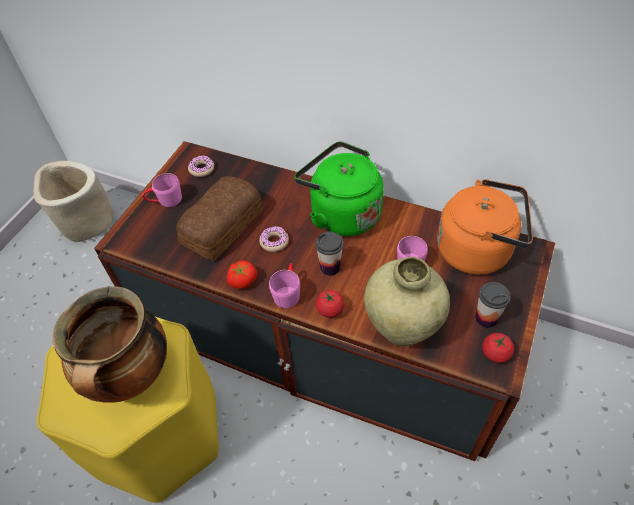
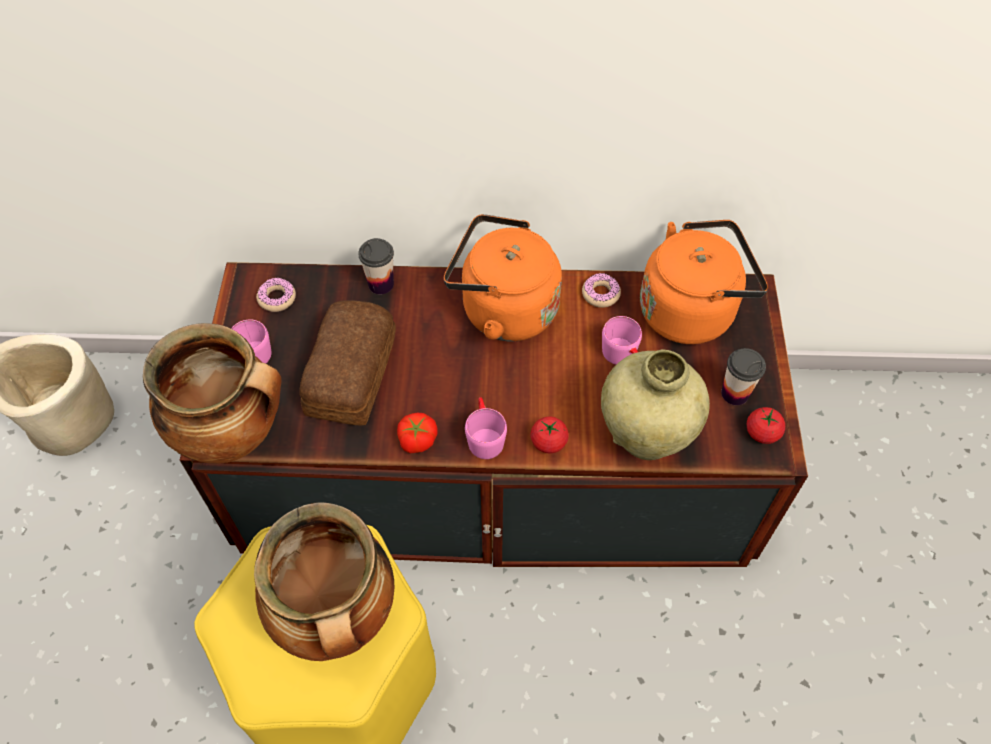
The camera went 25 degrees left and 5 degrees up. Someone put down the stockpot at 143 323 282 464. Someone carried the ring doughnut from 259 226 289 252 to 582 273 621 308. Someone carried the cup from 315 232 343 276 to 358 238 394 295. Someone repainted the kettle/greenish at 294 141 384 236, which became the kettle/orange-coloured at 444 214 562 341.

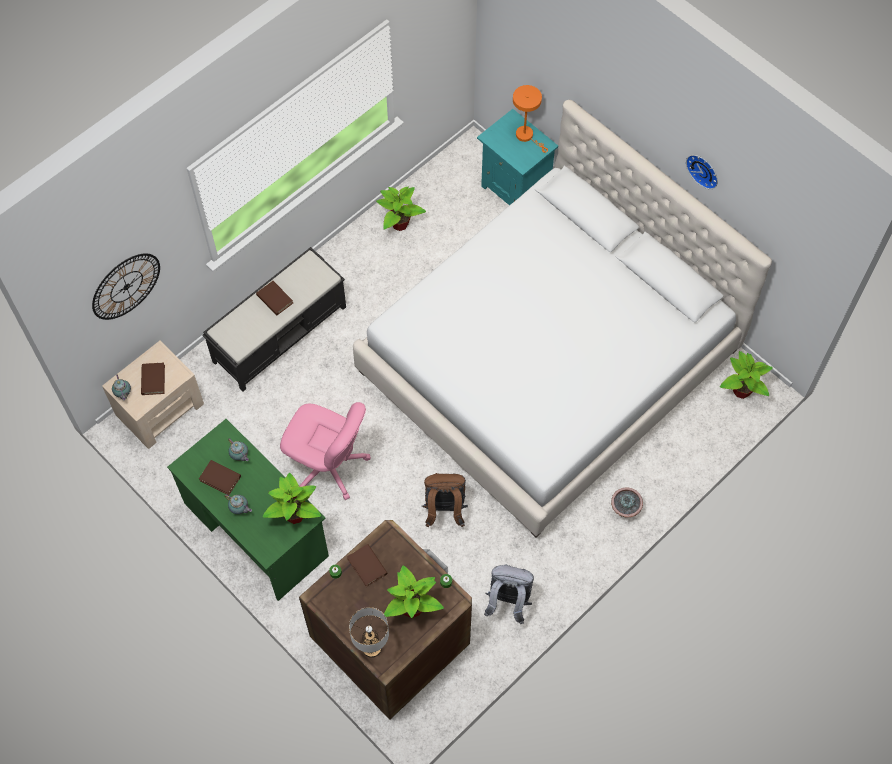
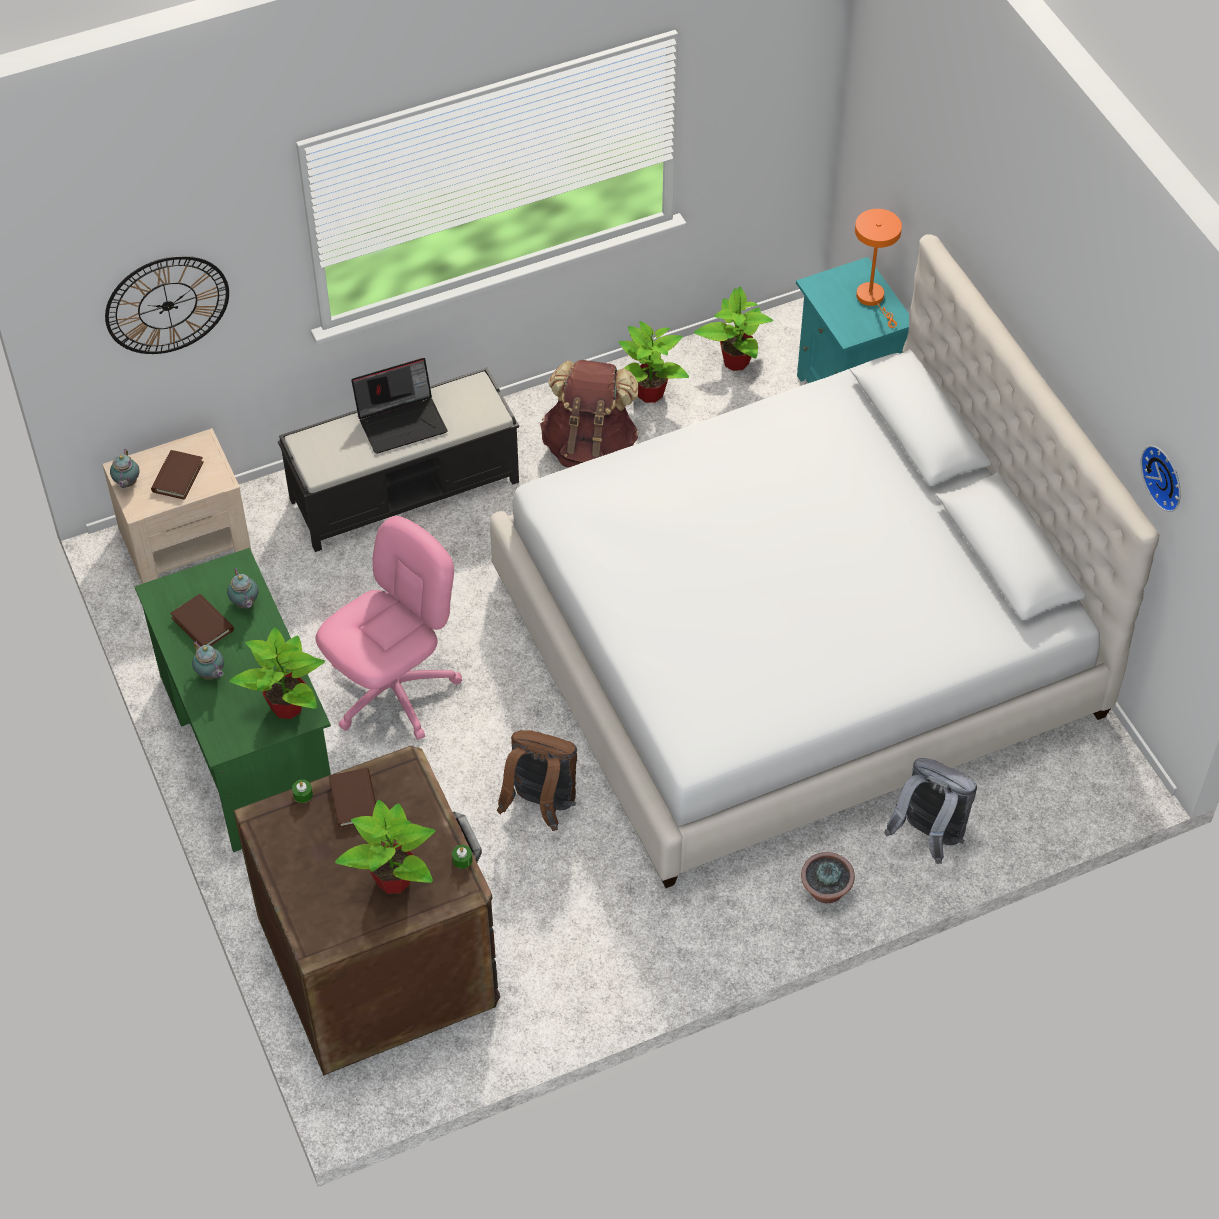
The camera went 20 degrees right and 10 degrees down. Someone took away the lamp for a table at 349 607 389 658. Someone put down the knapsack/brown at 540 360 639 468. Someone carried the knapsack/greyish from 484 564 534 625 to 884 758 977 864. Someone carried the wall clock from 686 155 718 189 to 1140 445 1181 512. Someone carried the potted plant from 720 351 773 399 to 694 286 773 371. Someone swapped the bound book/brown at 256 281 293 315 for the notebook computer at 351 358 447 454. Someone rotated the computer chair/pink-coloured at 280 402 371 500 by 90 degrees counterclockwise.

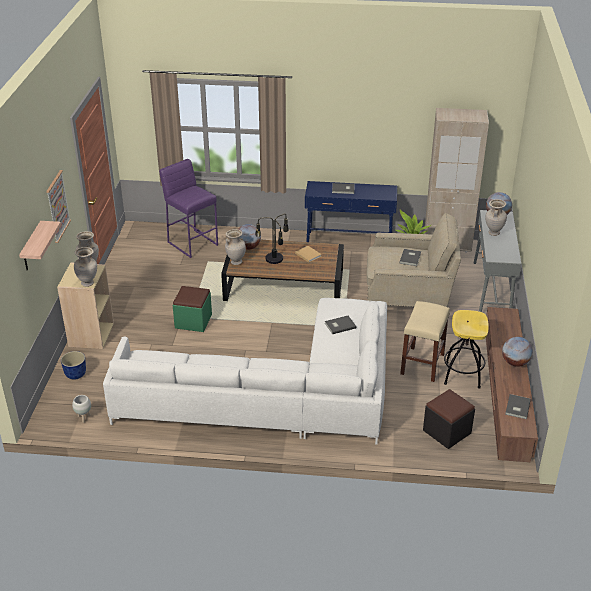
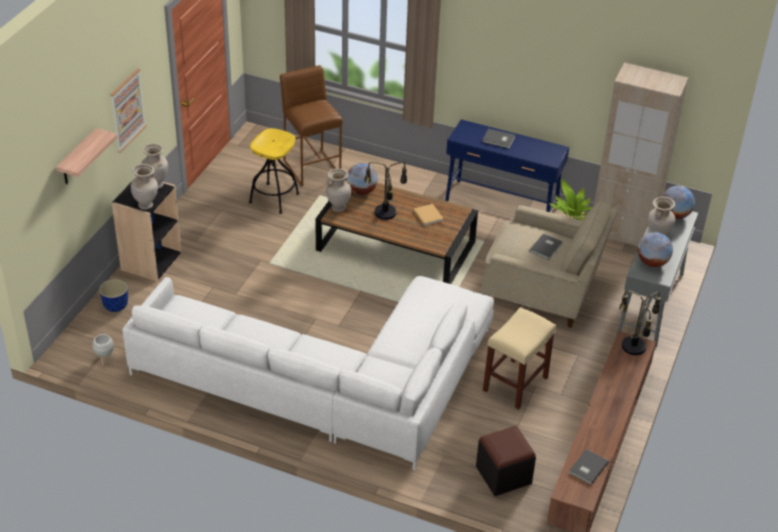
The camera went 15 degrees right and 5 degrees up. Someone took away the footrest/greenish at 173 286 212 332. Someone took away the bound book/greyish at 325 316 356 334. Someone put down the lamp for a table at 619 290 660 355. Someone carried the stool/yellow-coloured from 444 310 489 389 to 249 128 299 214. Someone carried the globe from 502 337 533 367 to 637 232 673 267. Someone repainted the bookshelf/beige-coloured at 57 263 114 349, which became the bookshelf/black at 112 176 182 281. Someone repainted the stool/purple at 159 159 218 258, which became the stool/brown at 280 65 343 186.

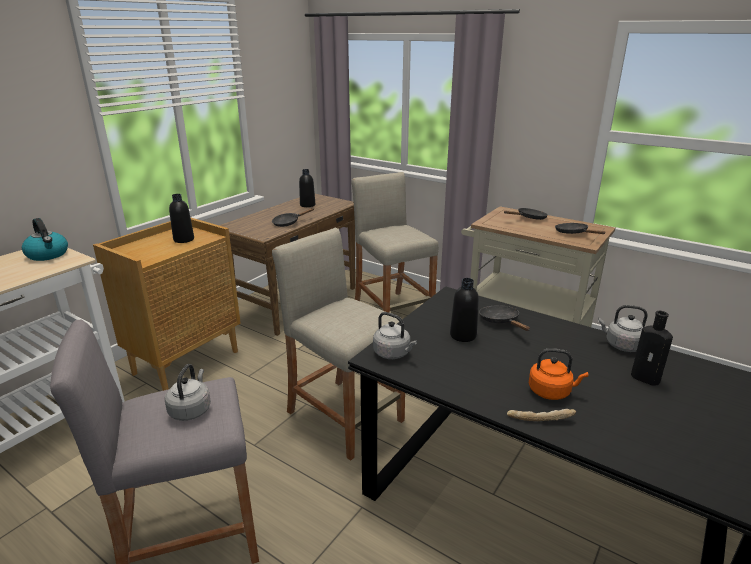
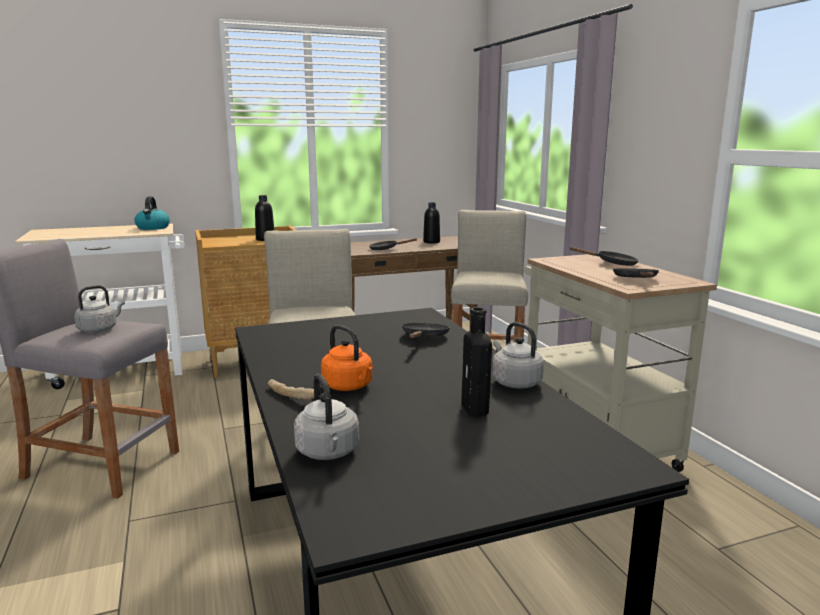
The camera went 35 degrees right and 10 degrees down. Someone took away the bottle/black at 450 278 479 342. Someone carried the kettle/greyish from 373 312 417 359 to 294 374 359 460.

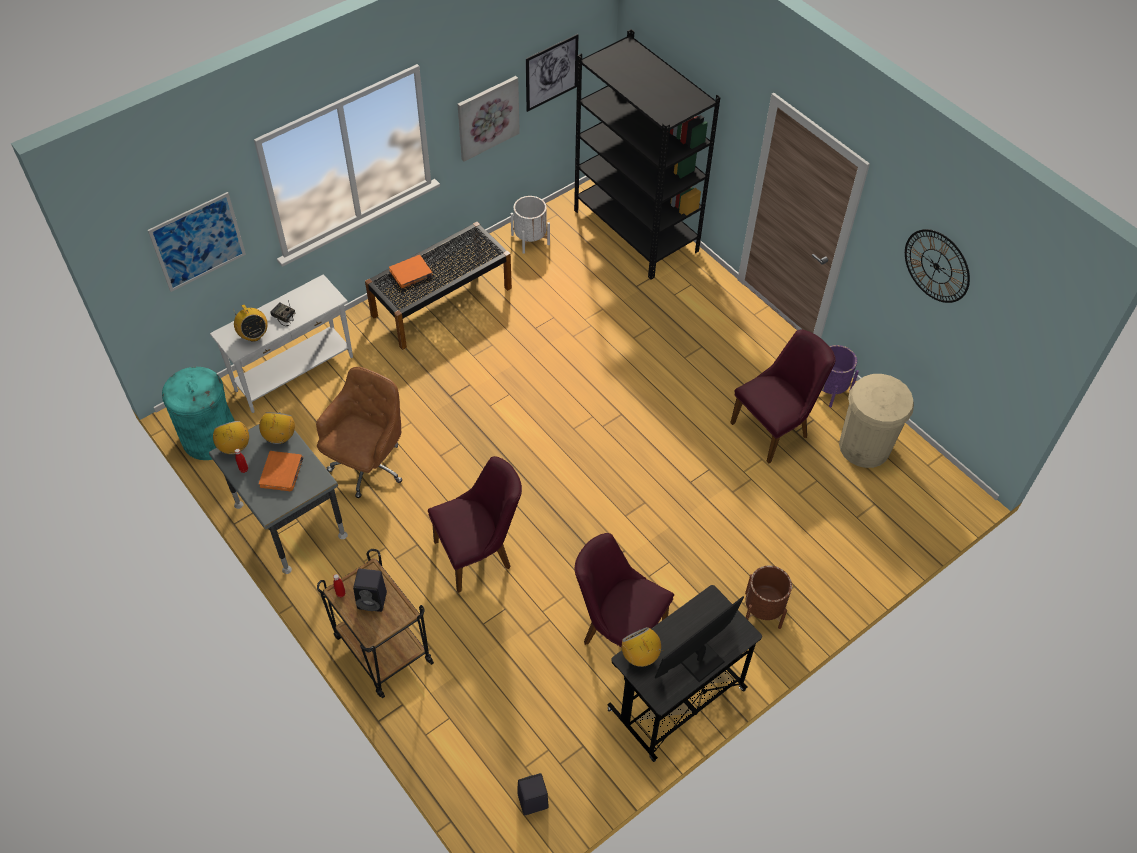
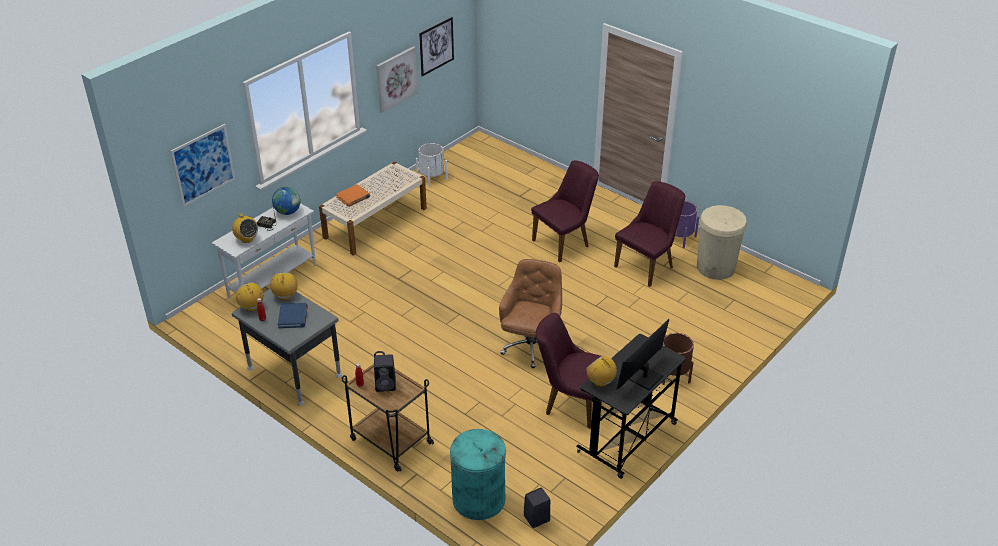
The camera went 10 degrees left and 15 degrees down. Someone took away the bookshelf/black at 574 29 720 280. Someone took away the wall clock at 905 229 970 303. Someone put down the globe at 272 187 301 215. Someone carried the waste bin/turquoise-coloured from 162 367 235 460 to 450 429 506 520. Someone carried the computer chair/brown from 316 367 402 498 to 499 259 562 368. Someone carried the upright chair/purple from 428 456 522 593 to 531 160 599 262. Someone repainted the bound book/orange-coloured at 259 451 303 491, which became the bound book/blue-coloured at 278 303 308 328. Someone repainted the long seat/black at 365 222 512 350, which became the long seat/beige-coloured at 319 162 427 256.

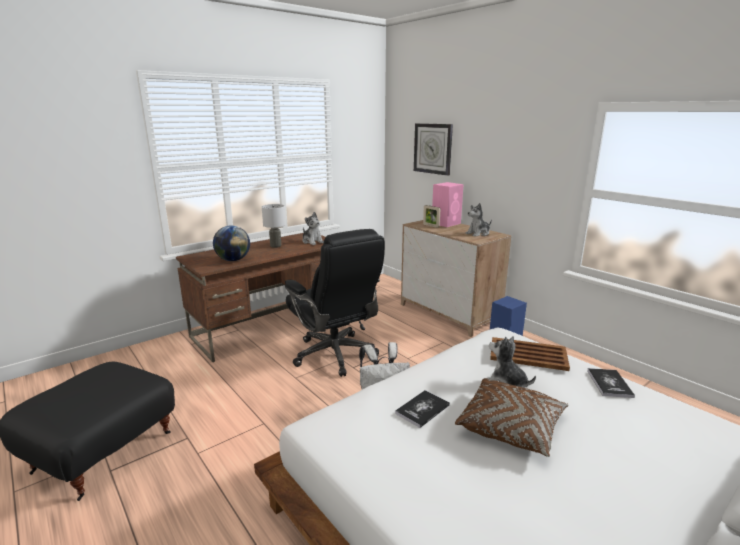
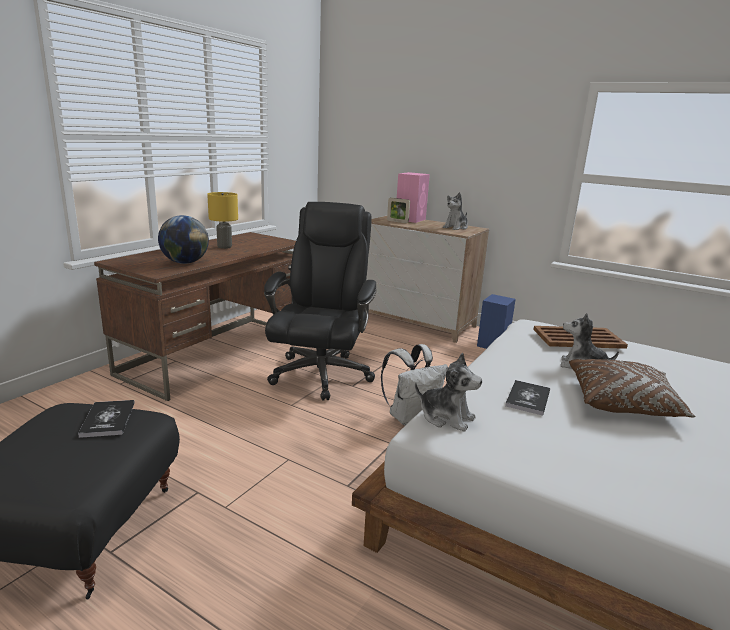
The camera went 20 degrees left and 0 degrees up. Someone took away the wall clock at 414 123 453 176. Someone carried the soft toy from 302 212 324 245 to 415 353 482 432. Someone carried the bound book from 588 368 635 398 to 78 400 135 438. Someone repainted the lamp for a table/whitish at 262 204 286 248, which became the lamp for a table/yellow-coloured at 207 192 238 249. Someone rotated the computer chair/black at 285 229 385 377 by 120 degrees counterclockwise.

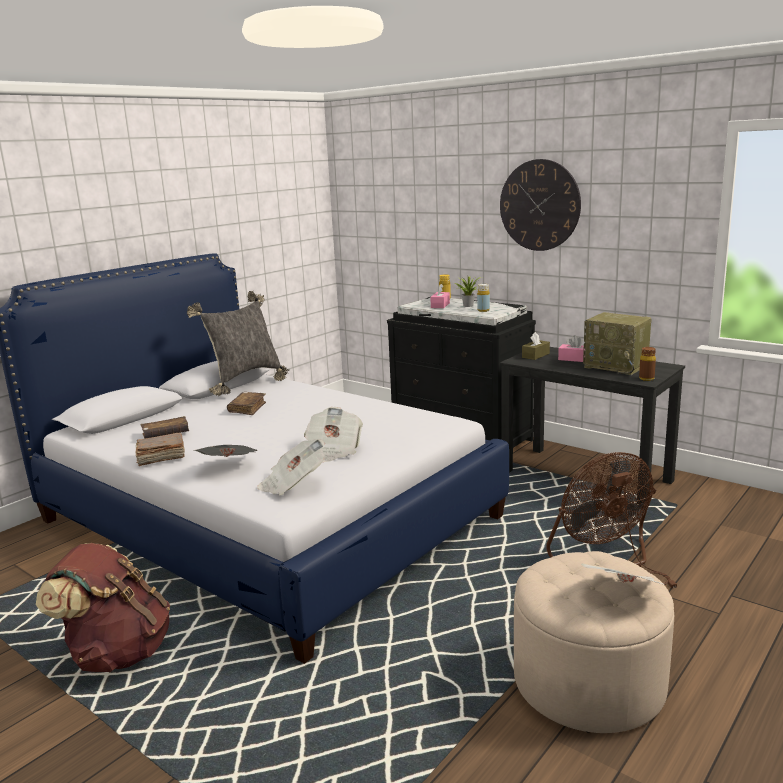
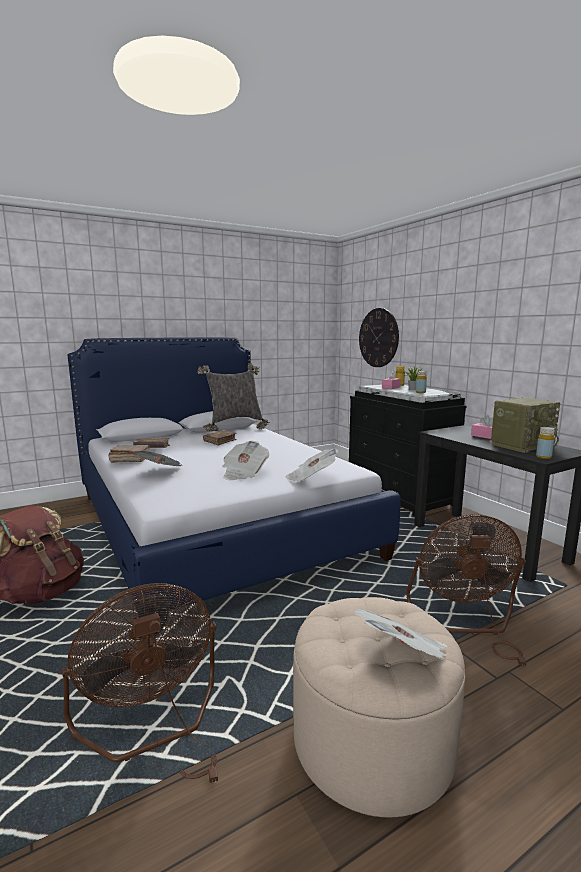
The camera went 20 degrees right and 5 degrees down. Someone took away the tissue holder/brown at 522 332 550 360. Someone put down the fan/brown at 62 583 218 784. Someone carried the printed paper from 258 439 325 495 to 286 449 339 483. Someone carried the wall clock from 500 159 581 251 to 359 308 399 367. Someone repainted the bottle/brown at 639 347 656 381, which became the bottle/yellow-coloured at 536 427 555 459. Someone rotated the radio at 583 312 652 375 by 90 degrees counterclockwise.

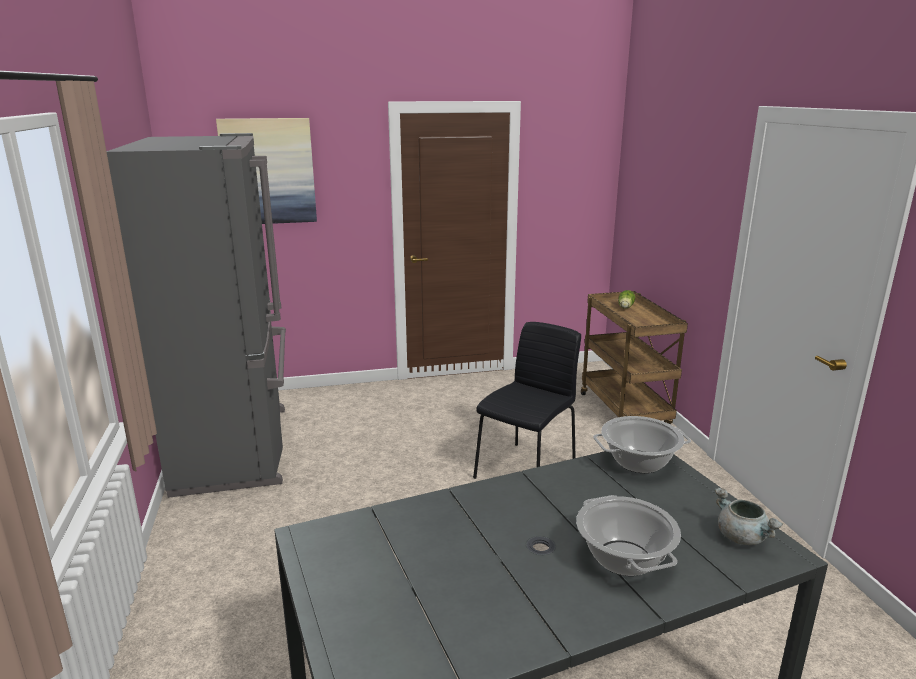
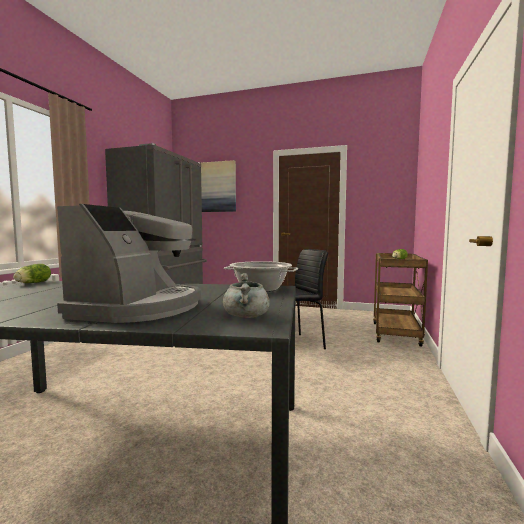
The camera went 30 degrees right and 15 degrees down. Someone put down the lettuce at 13 264 51 283. Someone swapped the stockpot at 576 495 681 576 for the coffee brewer at 57 204 201 323.

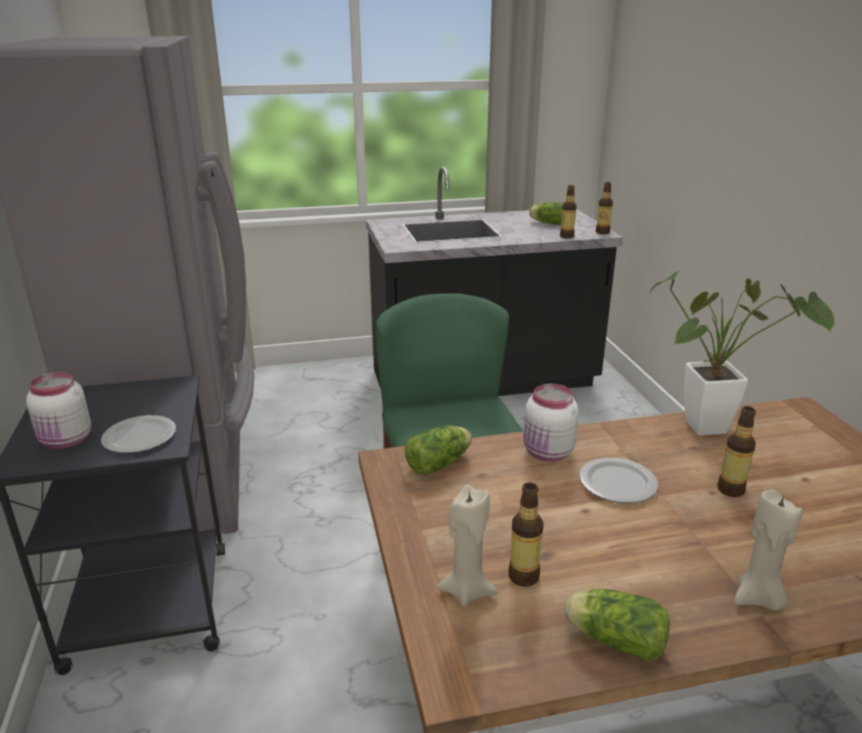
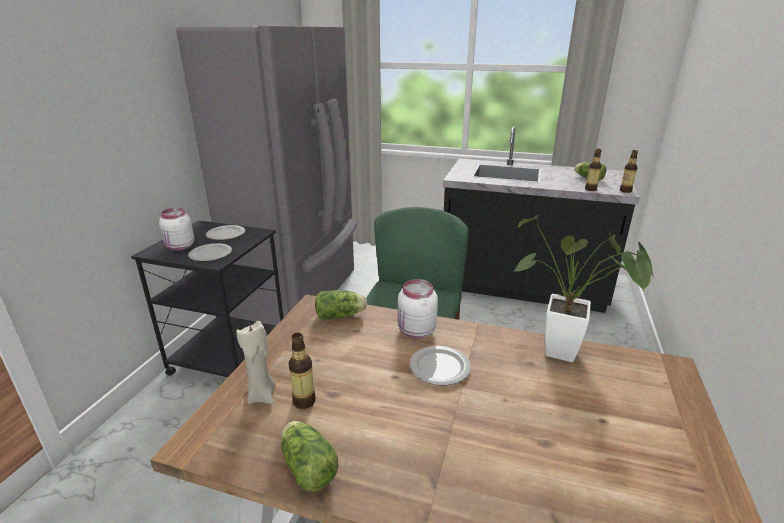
The camera went 30 degrees right and 0 degrees up. Someone took away the bottle at 717 406 756 497. Someone took away the candle/beige-coloured at 734 489 803 611. Someone put down the dinner plate at 206 225 245 240.

